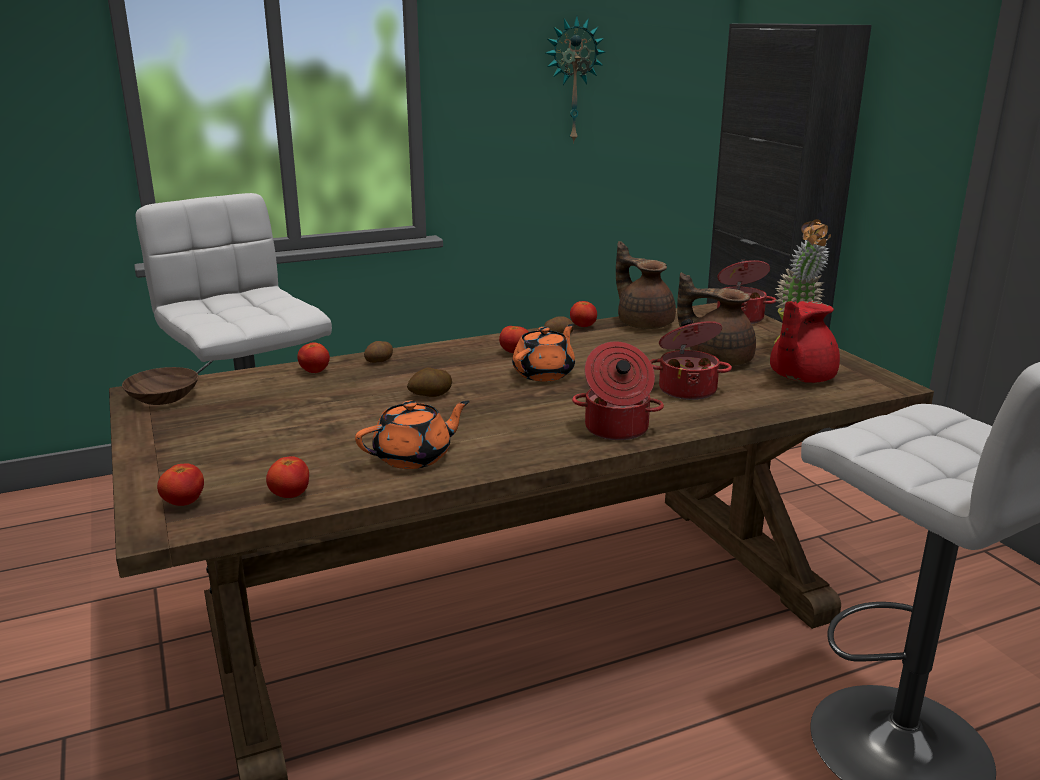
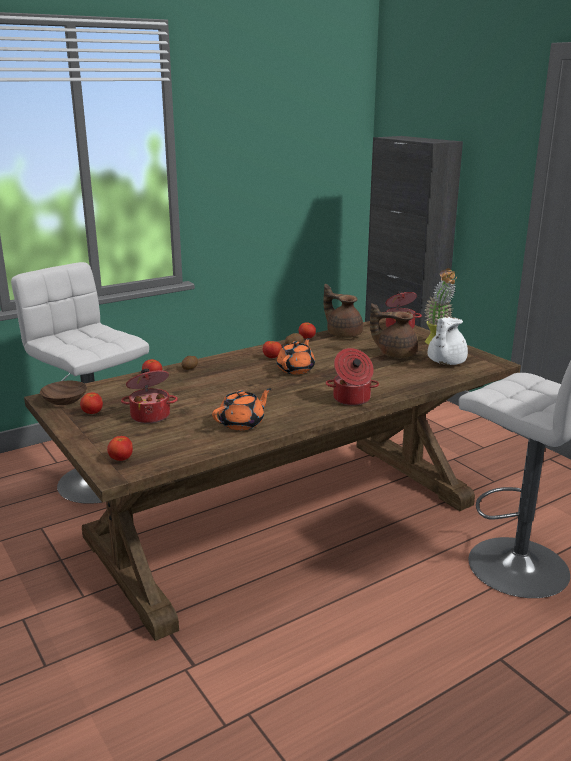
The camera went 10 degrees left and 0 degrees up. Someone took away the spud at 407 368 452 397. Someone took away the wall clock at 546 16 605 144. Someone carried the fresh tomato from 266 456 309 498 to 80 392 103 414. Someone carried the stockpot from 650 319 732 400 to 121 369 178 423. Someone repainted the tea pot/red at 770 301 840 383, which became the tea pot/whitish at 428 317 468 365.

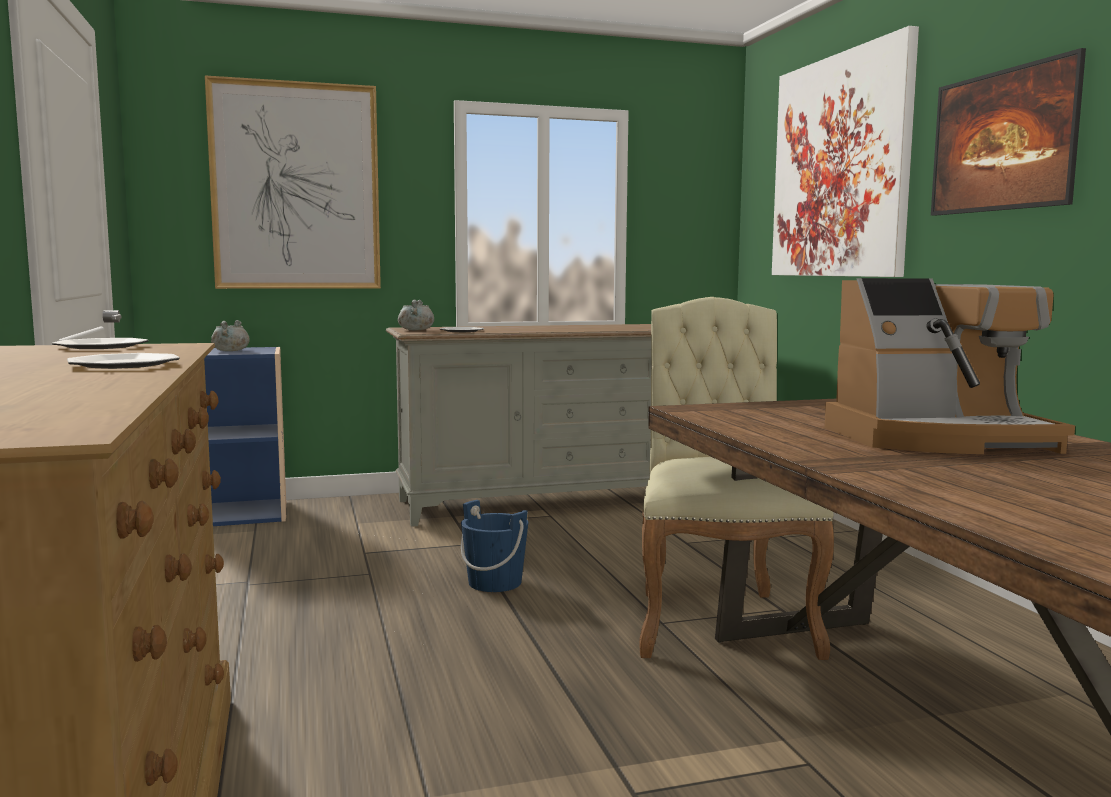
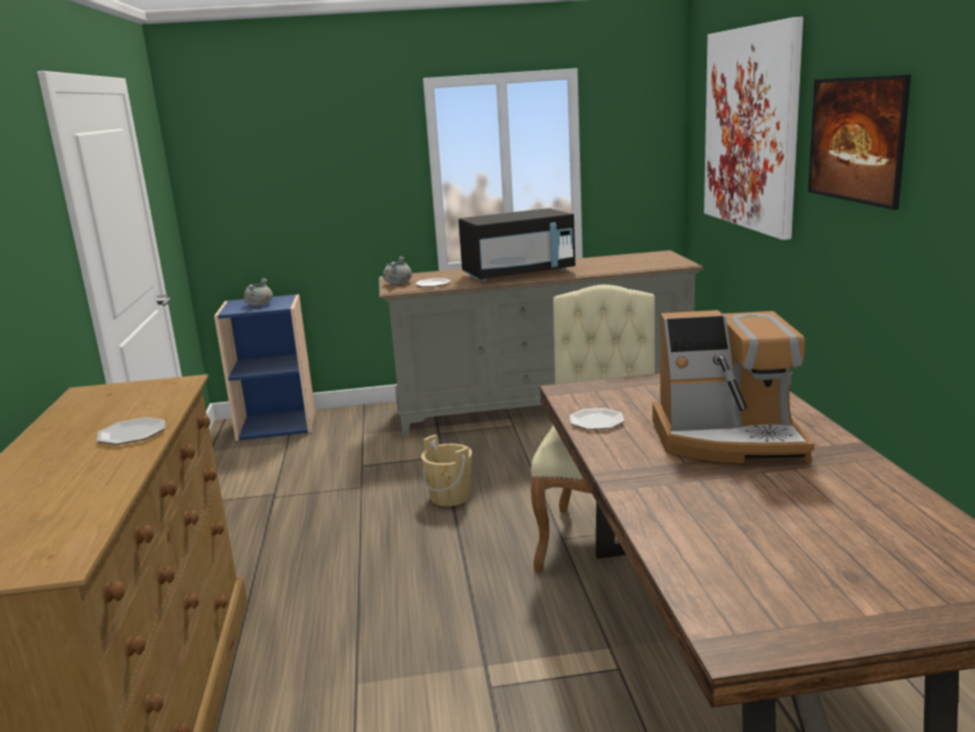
The camera went 10 degrees right and 10 degrees up. Someone took away the wall art at 205 76 381 289. Someone put down the microwave oven/black at 458 208 575 282. Someone carried the dinner plate from 52 338 149 349 to 569 408 625 430. Someone repainted the pail/blue-coloured at 461 500 528 592, which became the pail/beige-coloured at 421 434 472 506.

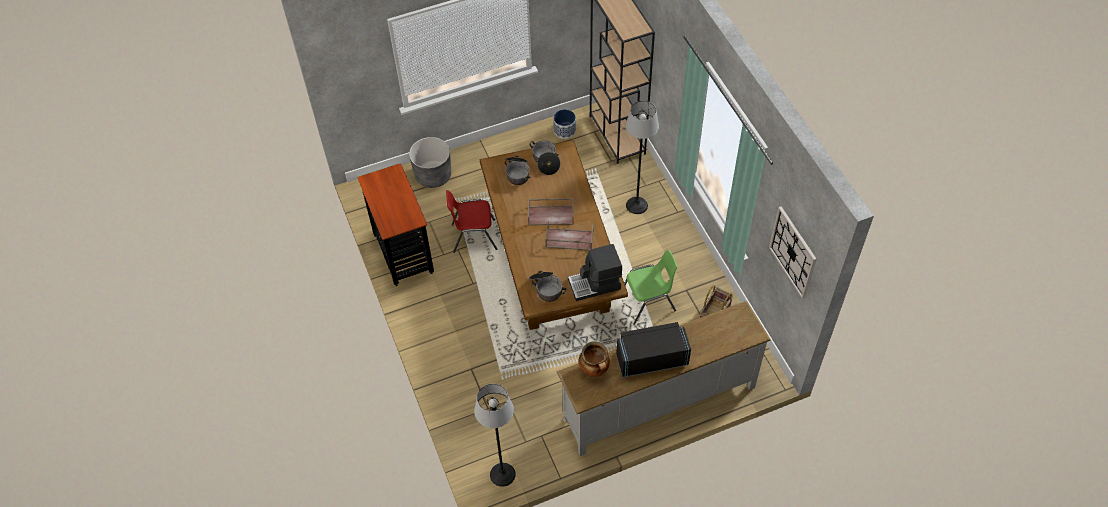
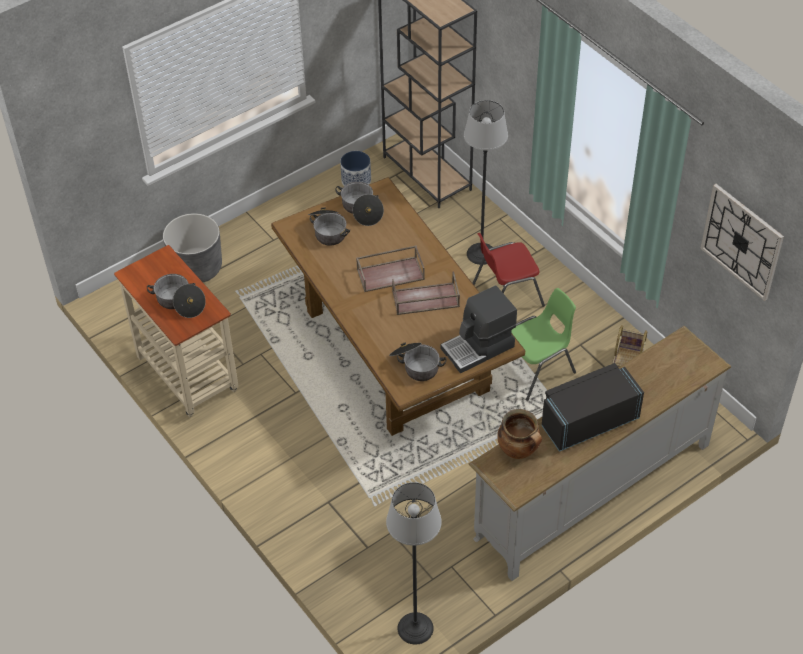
The camera went 15 degrees left and 5 degrees down. Someone put down the stockpot at 147 274 206 318. Someone carried the upright chair/red from 446 190 497 253 to 473 233 545 307. Someone repainted the wheeled cart/black at 358 164 434 286, which became the wheeled cart/beige-coloured at 114 245 239 417.

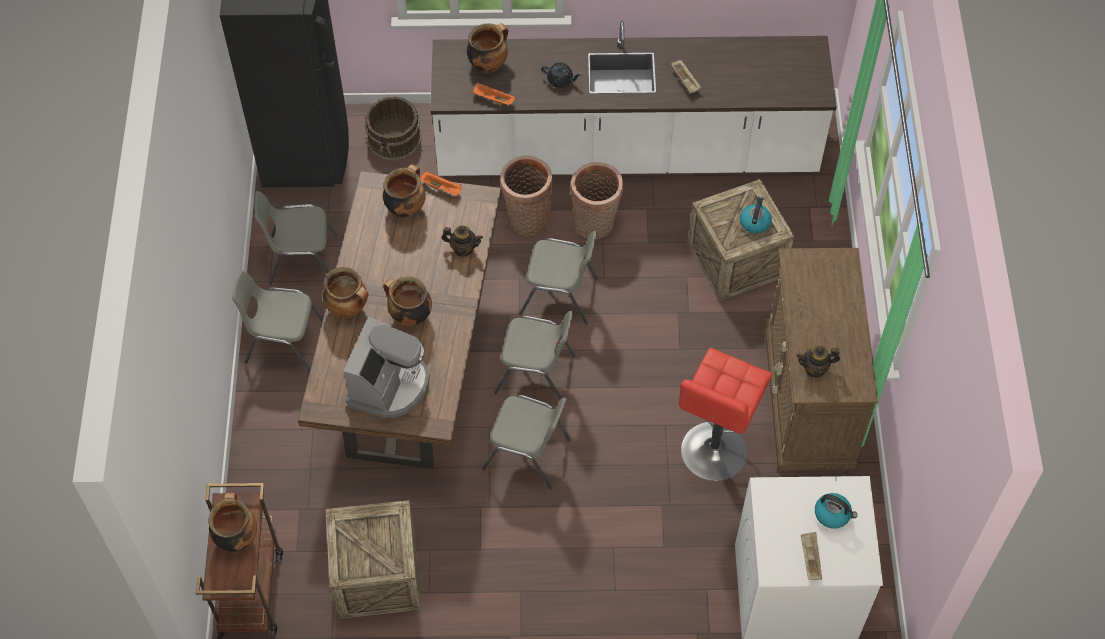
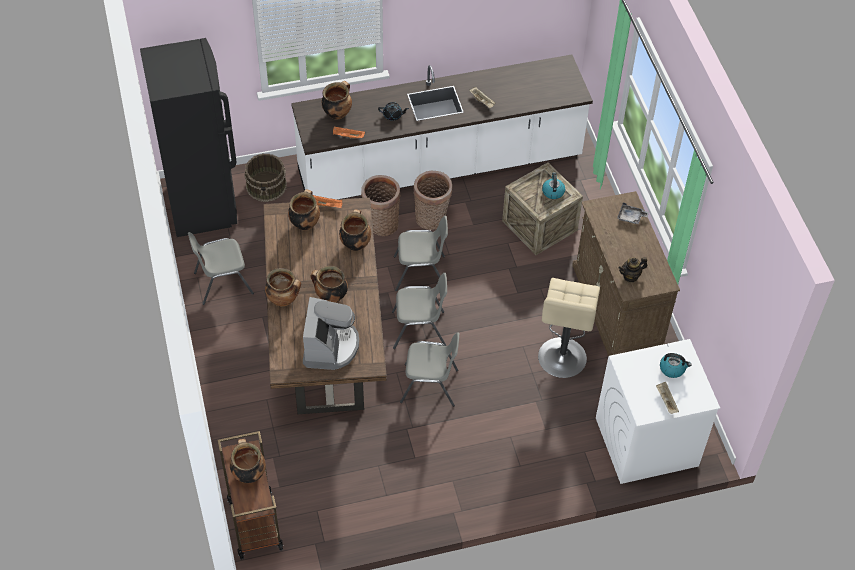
The camera went 15 degrees left and 5 degrees down. Someone took away the upright chair/greyish at 232 270 323 372. Someone took away the shipping crate at 326 500 421 619. Someone put down the serving tray/greyish at 617 203 649 224. Someone swapped the tea pot at 441 225 483 257 for the stockpot at 339 209 371 251. Someone repainted the stool/red at 679 348 772 481, which became the stool/beige-coloured at 538 278 600 378.

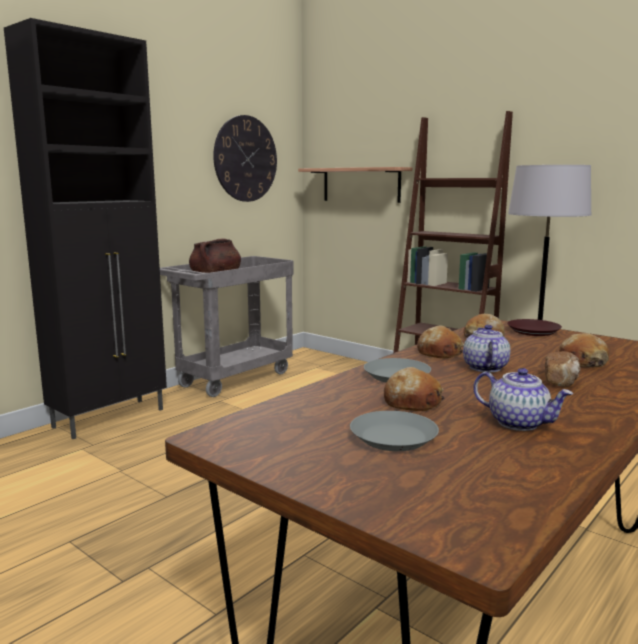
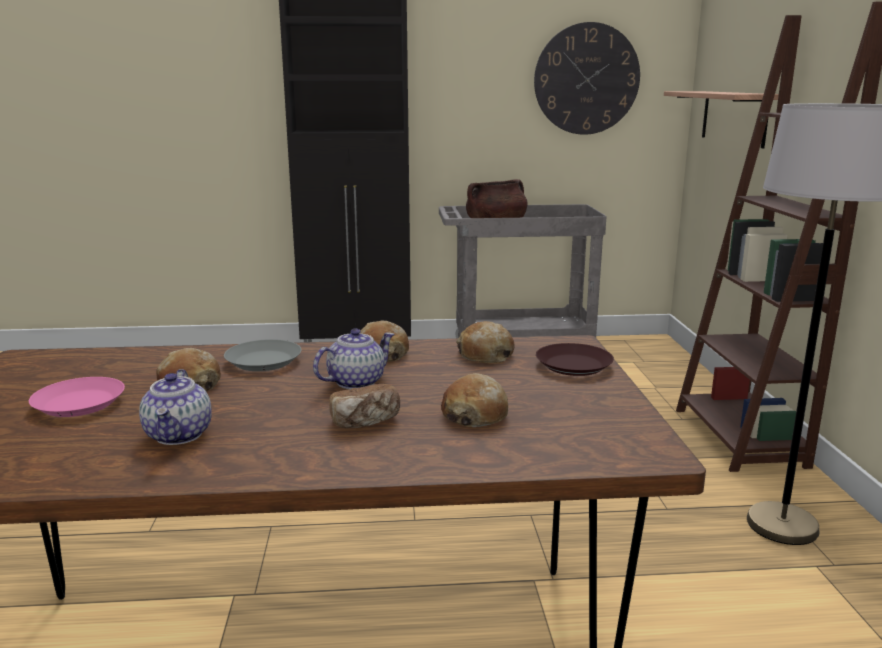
The camera went 45 degrees right and 5 degrees up. Someone repainted the dinner plate/greyish at 350 411 439 451, which became the dinner plate/pink-coloured at 29 377 125 417.

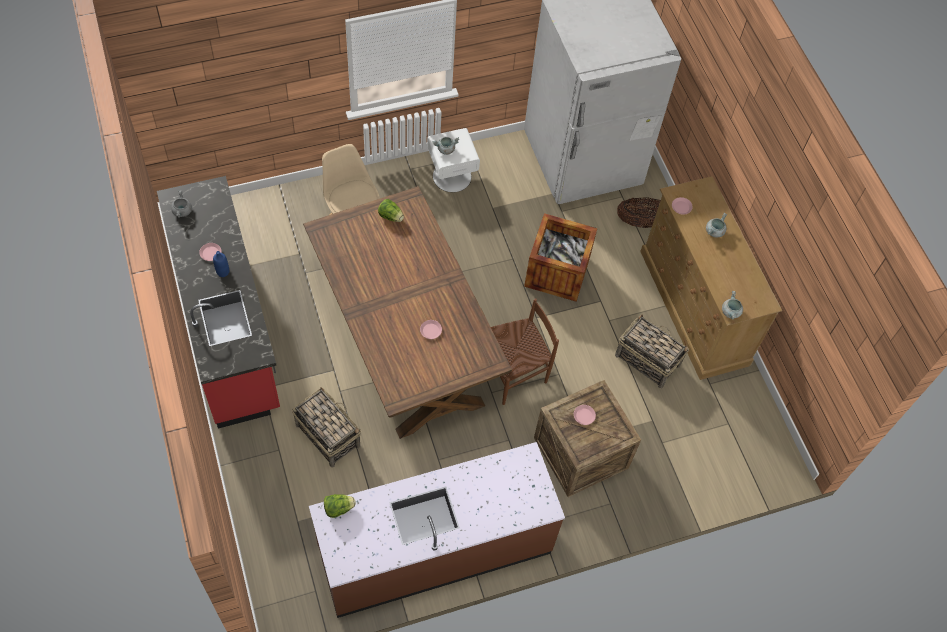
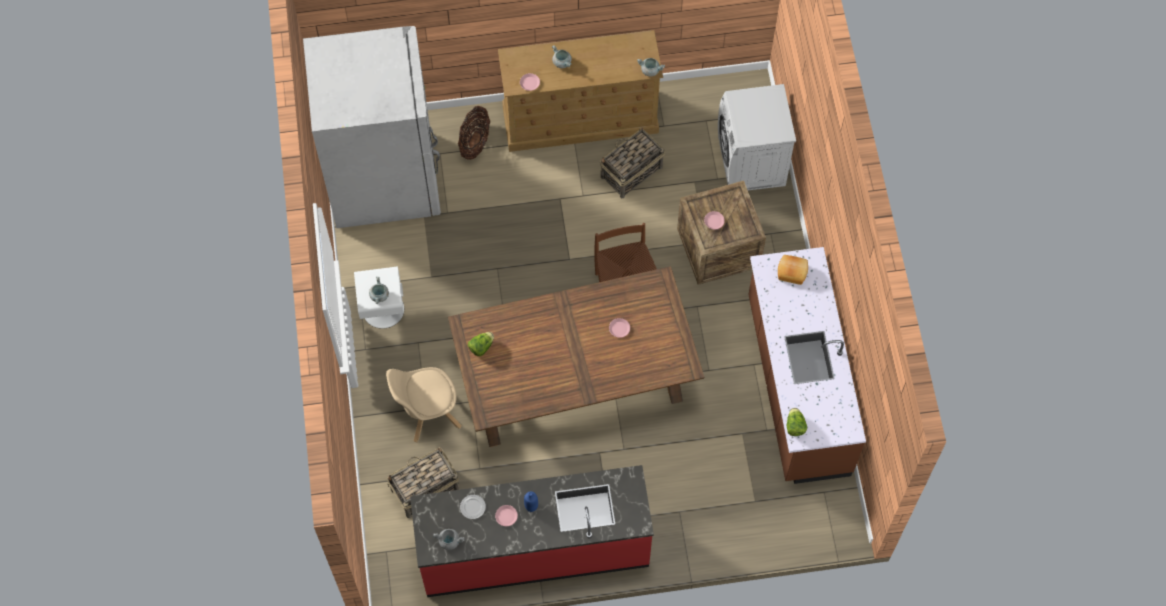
The camera went 75 degrees left and 5 degrees up. Someone took away the shipping crate at 524 213 597 302. Someone put down the dinner plate at 460 495 486 519. Someone put down the washing machine/whitish at 718 84 796 190. Someone put down the bakery bread at 778 255 808 285. Someone carried the household basket from 292 387 361 468 to 387 447 460 518.

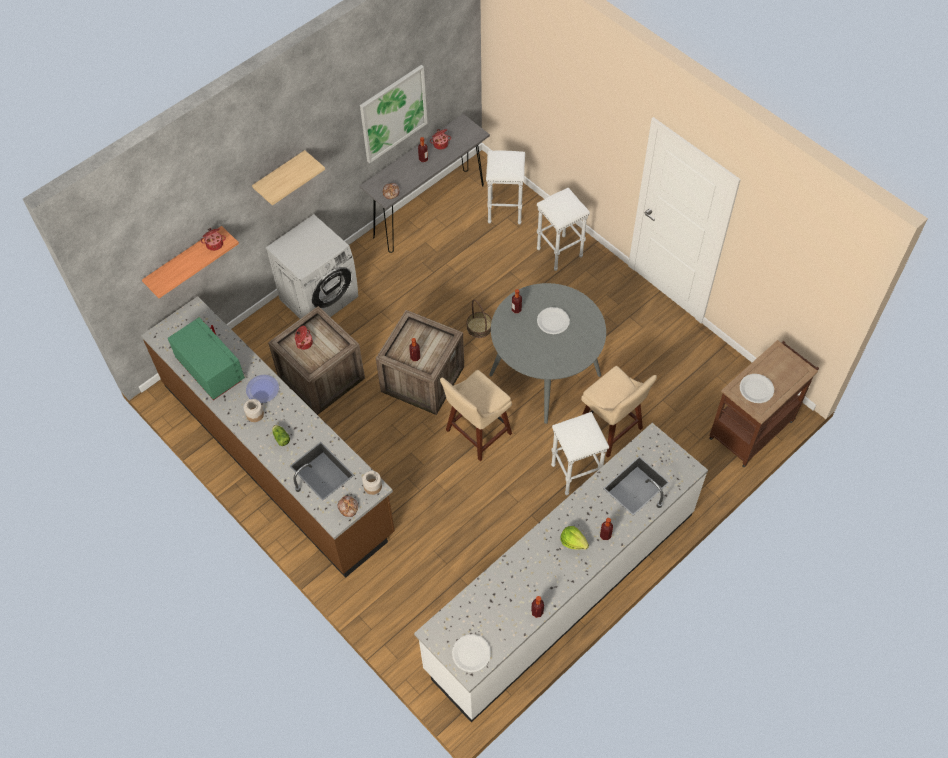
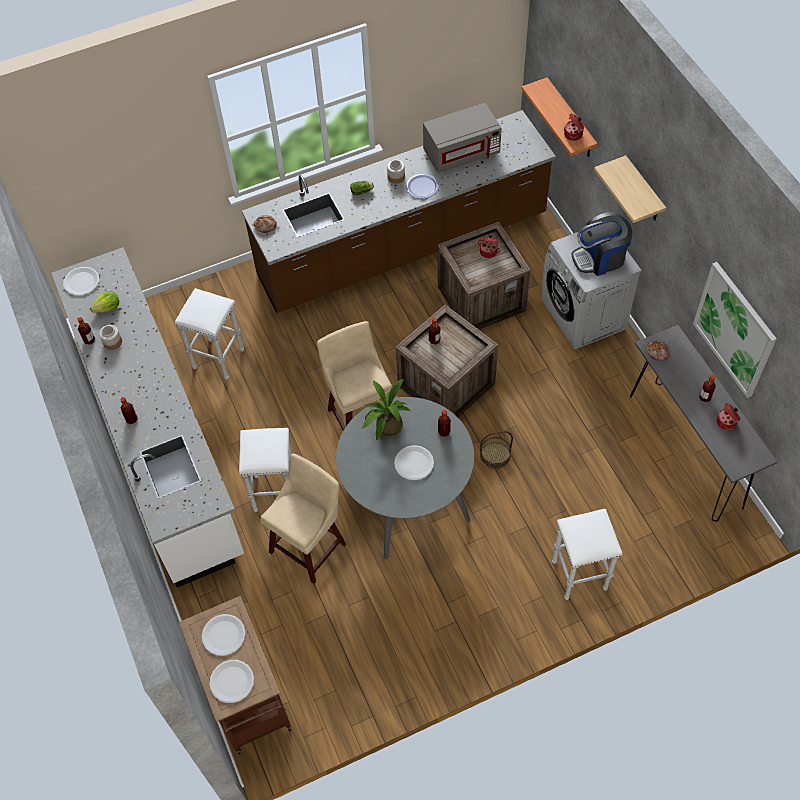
The camera went 110 degrees right and 0 degrees up. Someone put down the dinner plate/whitish at 210 660 254 703. Someone put down the potted plant at 362 379 411 441. Someone put down the coffee brewer at 572 212 632 276. Someone carried the preserve jar from 362 471 382 495 to 99 325 122 350. Someone carried the stool/whitish from 486 151 525 225 to 175 288 244 380. Someone carried the lettuce from 560 526 589 550 to 90 291 119 313. Someone repainted the microwave oven/greenish at 168 317 245 400, which became the microwave oven/greyish at 423 103 502 173. Someone rotated the upright chair/beige-coloured at 581 366 657 457 by 150 degrees clockwise.

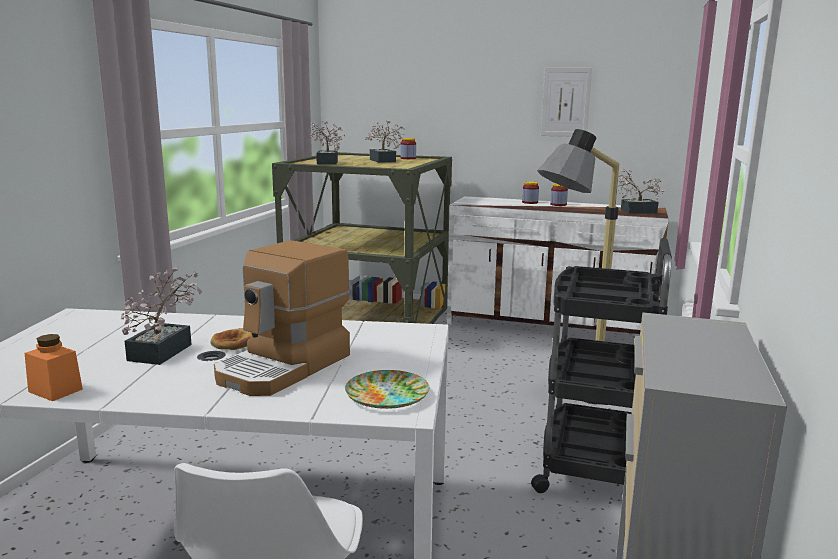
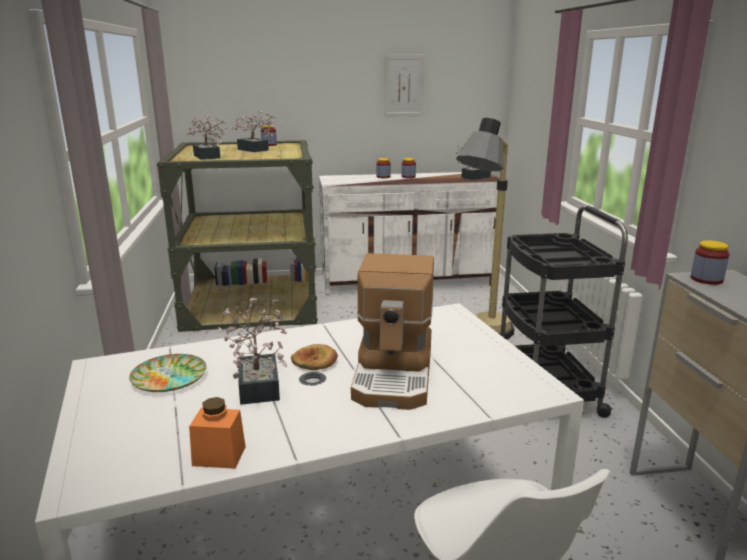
The camera went 25 degrees left and 5 degrees up. Someone put down the preserve jar at 691 240 730 285. Someone carried the dinner plate from 345 370 429 409 to 129 354 207 392.

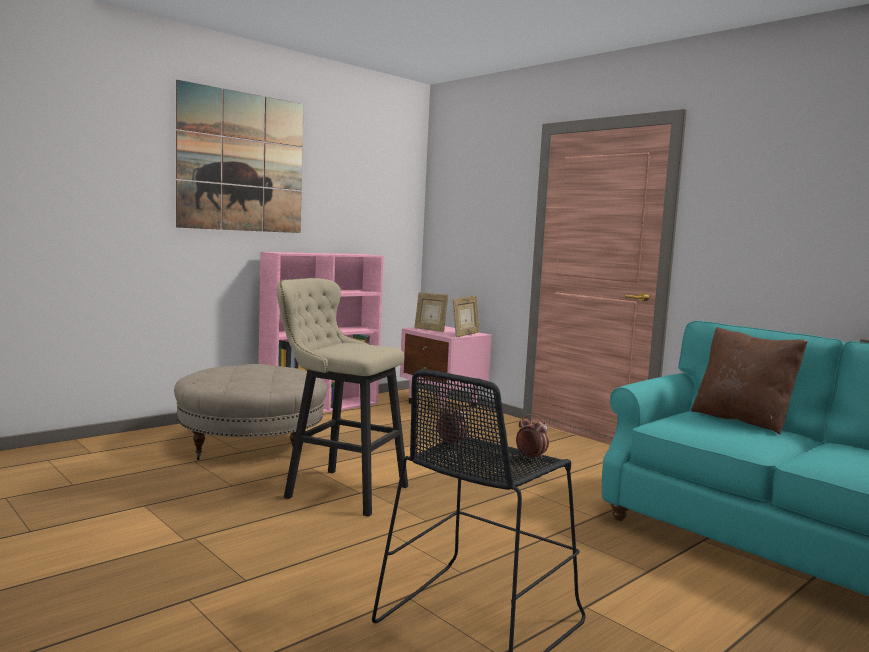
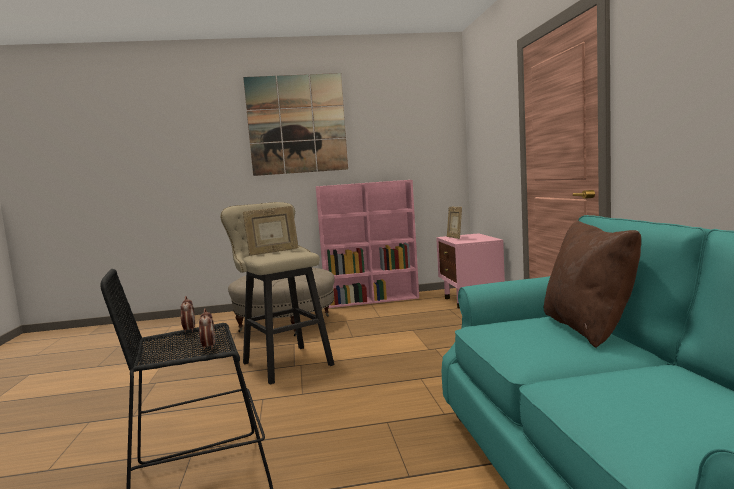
The camera went 35 degrees right and 0 degrees up. Someone carried the photo frame from 453 295 480 337 to 243 206 299 256.

